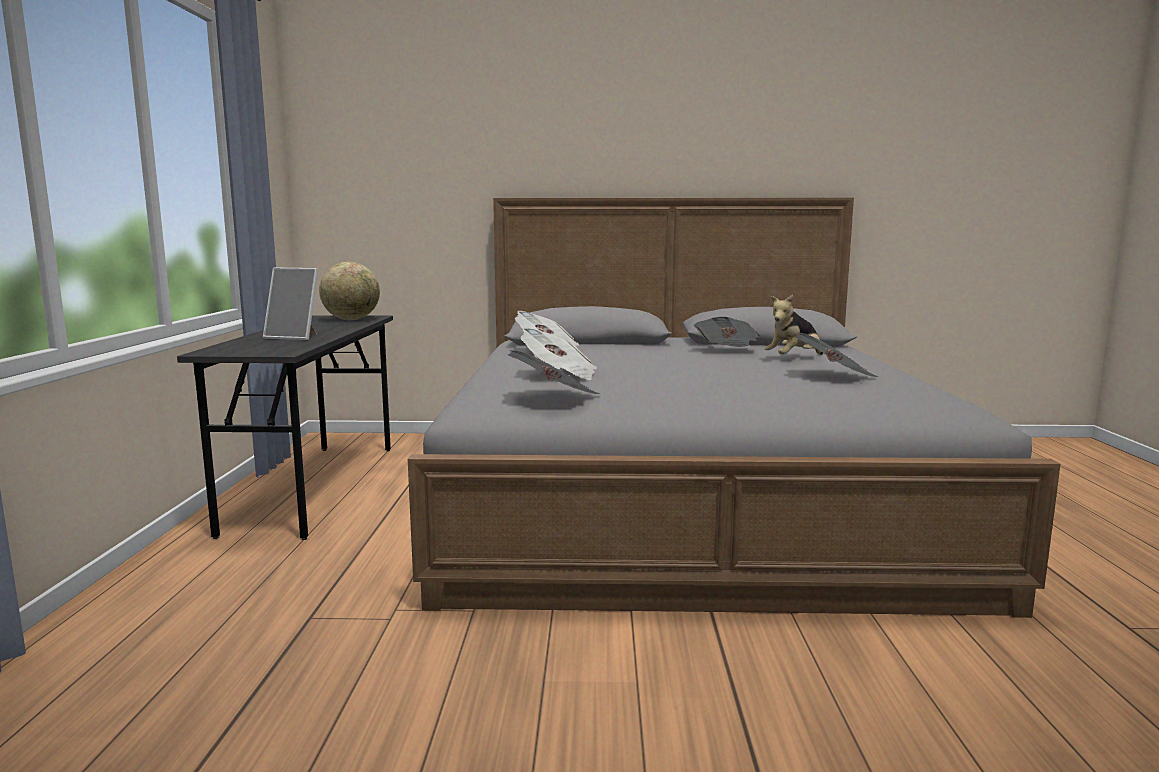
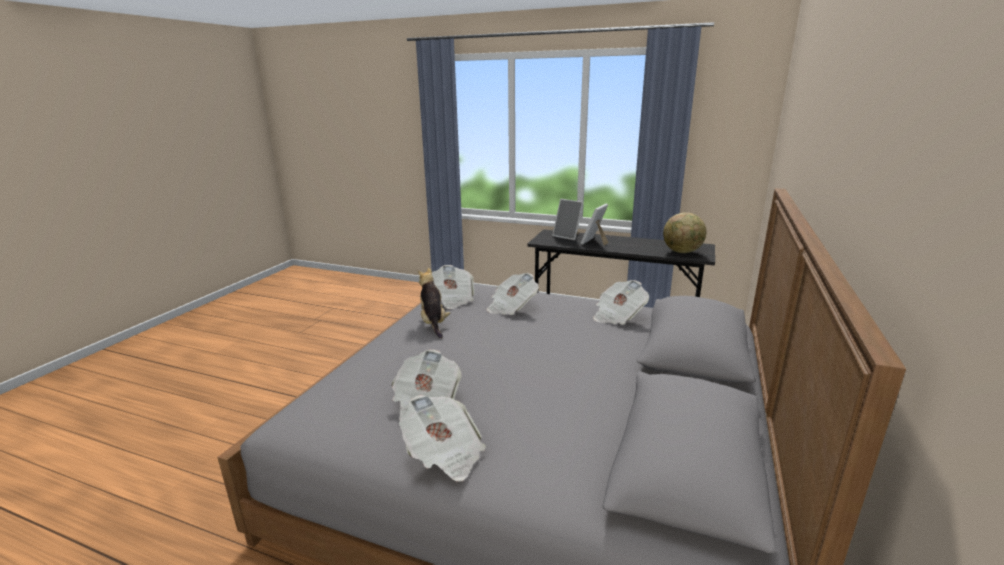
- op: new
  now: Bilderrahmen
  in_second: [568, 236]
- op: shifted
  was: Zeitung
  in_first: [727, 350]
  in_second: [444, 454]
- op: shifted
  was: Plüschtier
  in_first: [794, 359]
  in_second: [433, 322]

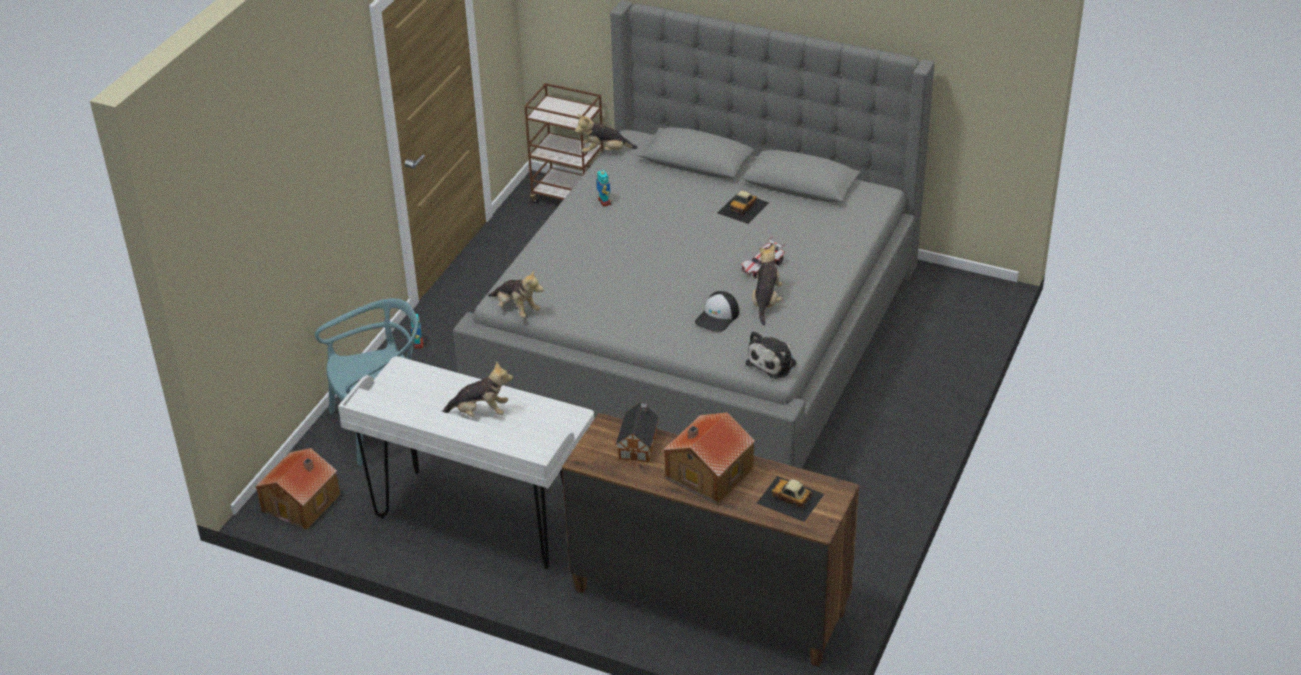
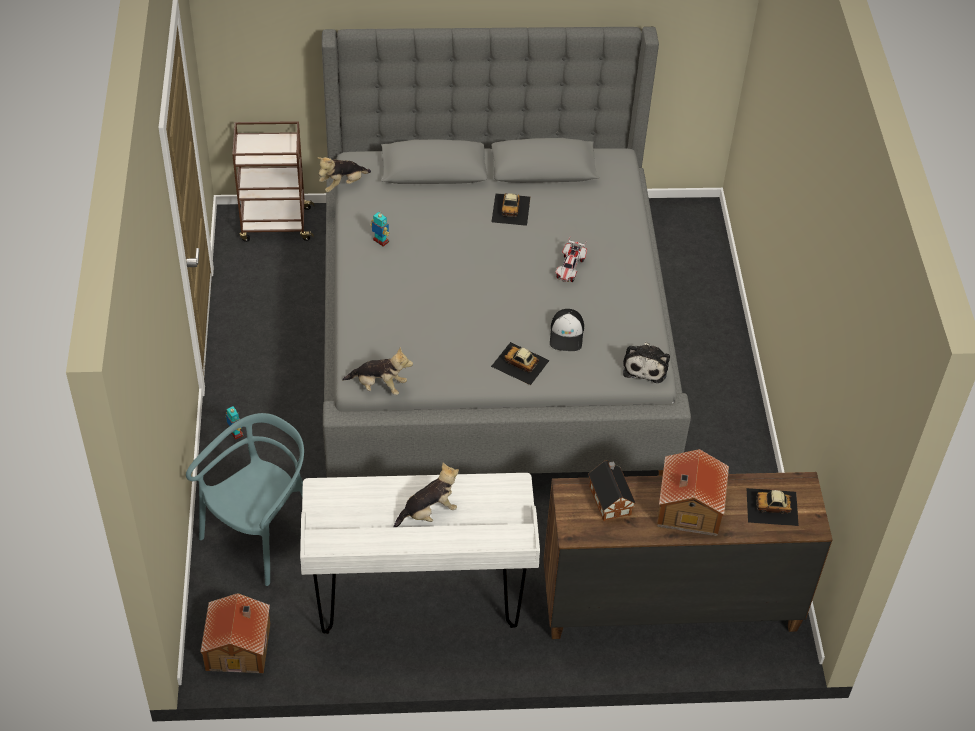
- op: gone
  was: Plüschtier
  in_first: [766, 302]
- op: new
  now: Spielzeugauto
  in_second: [520, 363]

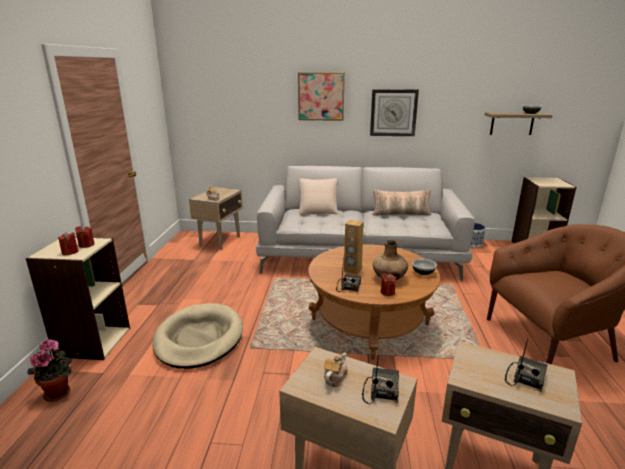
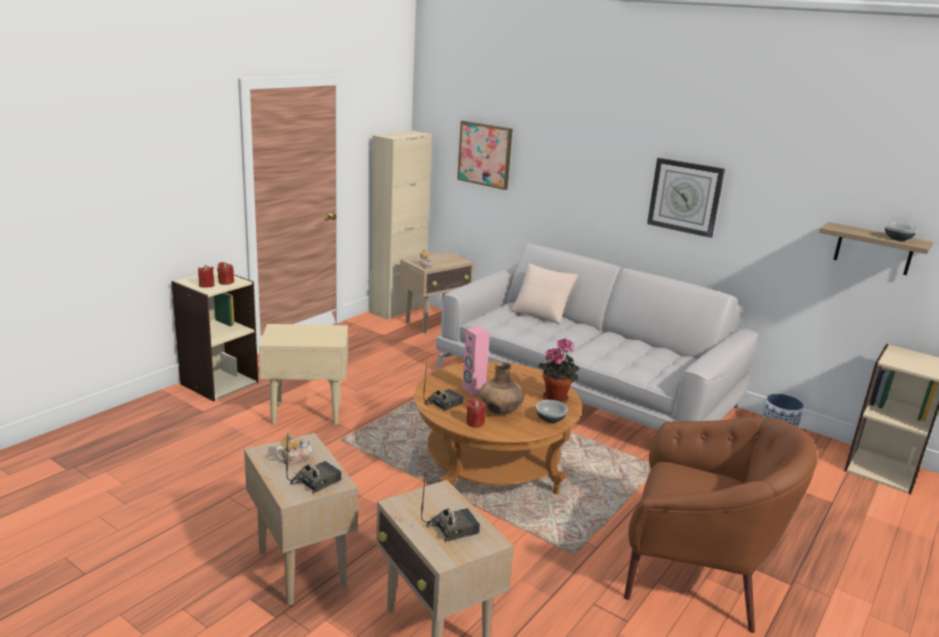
- op: gone
  was: Kissen
  in_first: [400, 214]
- op: new
  now: Schrank [beige]
  in_second: [397, 309]
- op: shifted
  was: Topfpflanze
  in_first: [59, 392]
  in_second: [556, 398]
- op: shifted
  was: Bild
  in_first: [321, 96]
  in_second: [485, 154]
- op: swapped
  was: Hundebett [beige]
  now: Beistelltisch [beige]
  in_first: [199, 338]
  in_second: [305, 414]
- op: repainted
  was: Lautsprecher [braun]
  now: Lautsprecher [rosa]
  in_first: [352, 270]
  in_second: [473, 390]

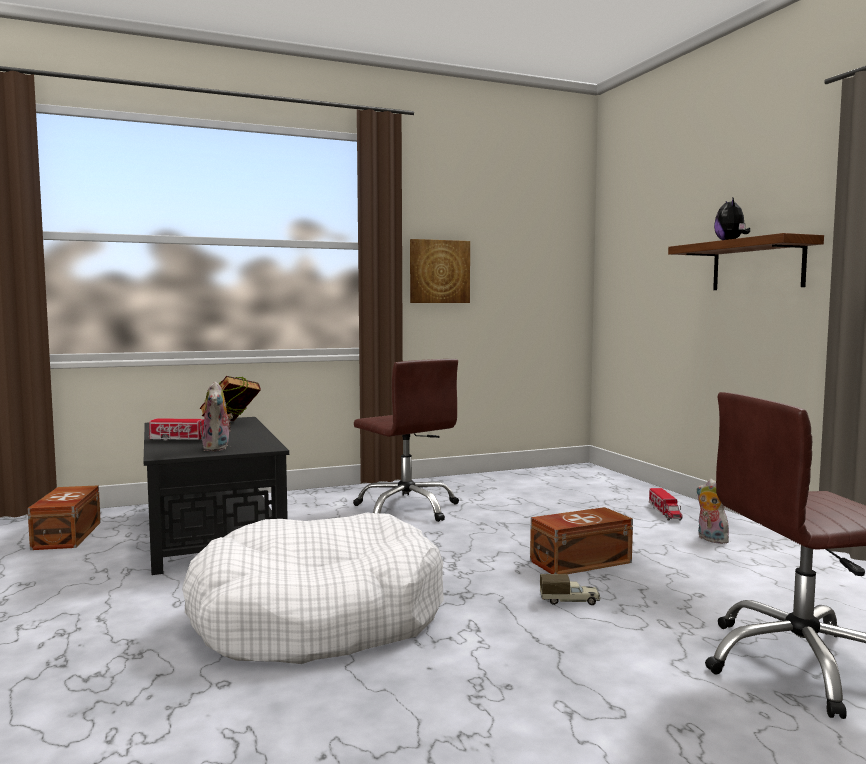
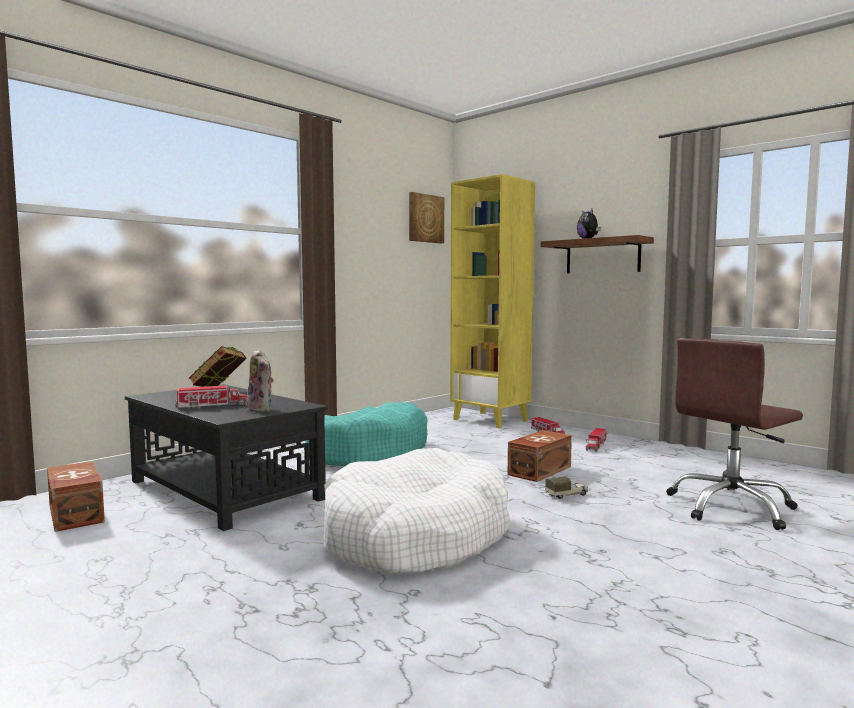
- op: new
  now: Bücherregal [gelb]
  in_second: [491, 420]
- op: shifted
  was: Bild
  in_first: [439, 271]
  in_second: [425, 218]
- op: swapped
  was: Bürostuhl [braun]
  now: Hundebett [türkis]
  in_first: [407, 508]
  in_second: [368, 452]
- op: swapped
  was: Plüschtier
  now: Spielzeuglaster
  in_first: [710, 539]
  in_second: [596, 446]

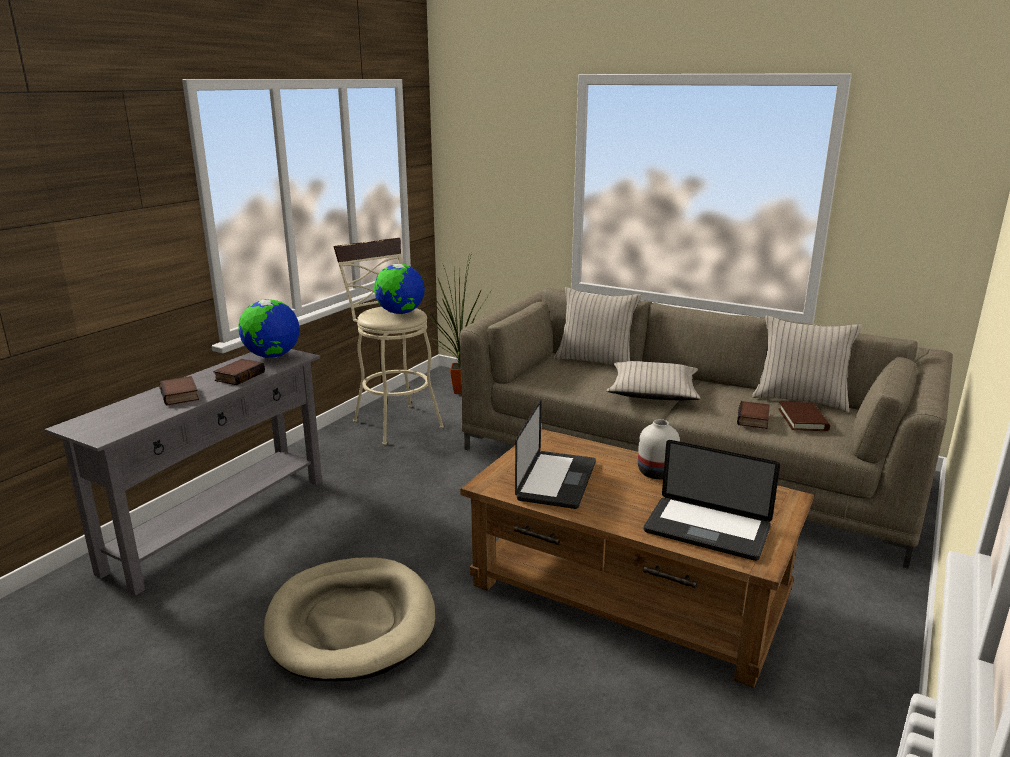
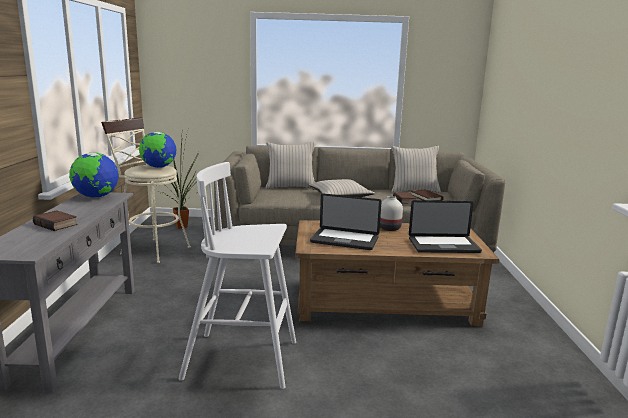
- op: gone
  was: Buch
  in_first: [239, 376]
- op: swapped
  was: Hundebett [beige]
  now: Hocker [weiß]
  in_first: [351, 623]
  in_second: [244, 360]
- op: rotated
  was: Laptop
  in_first: [556, 481]
  in_second: [344, 240]
  clockwise: 120

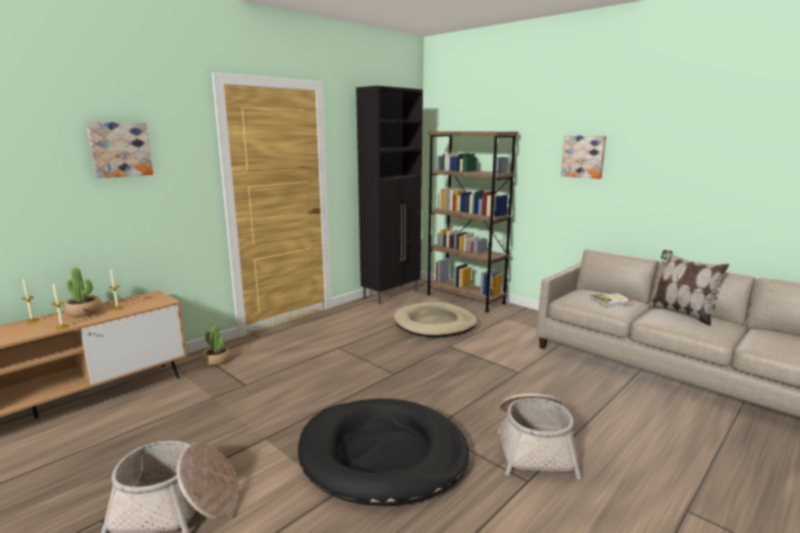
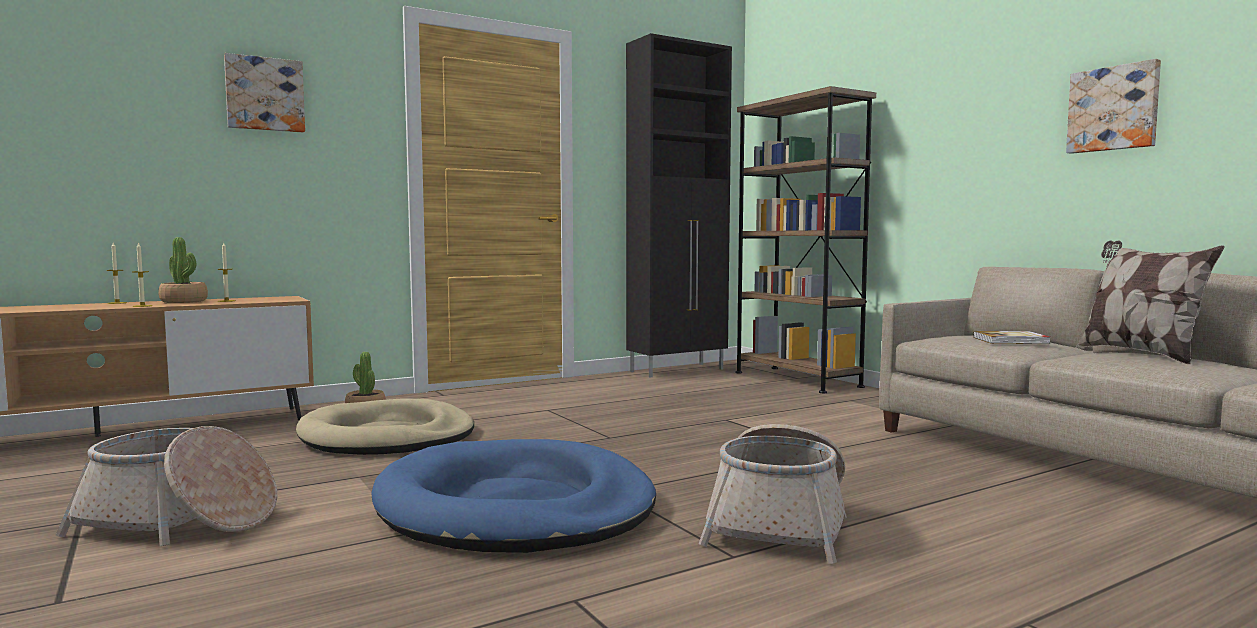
- op: shifted
  was: Hundebett [beige]
  in_first: [435, 324]
  in_second: [387, 436]
- op: shifted
  was: Bild
  in_first: [583, 156]
  in_second: [1114, 109]
- op: repainted
  was: Hundebett [schwarz]
  now: Hundebett [blau]
  in_first: [383, 455]
  in_second: [515, 507]

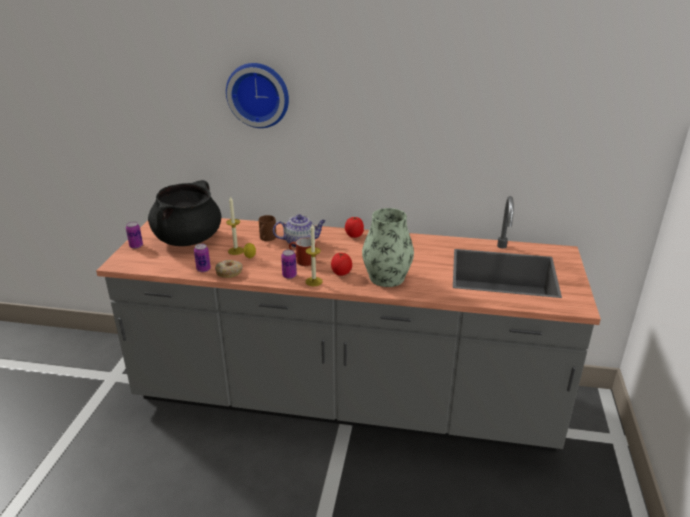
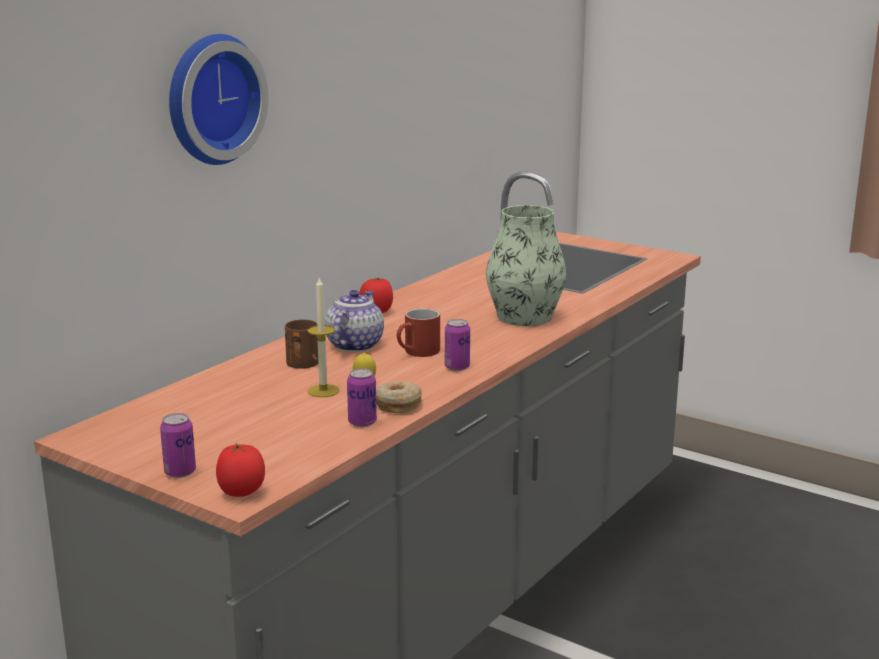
- op: gone
  was: Kochtopf [schwarz]
  in_first: [188, 239]
- op: gone
  was: Kerze
  in_first: [314, 281]
- op: shifted
  was: Tomate
  in_first: [341, 274]
  in_second: [242, 493]

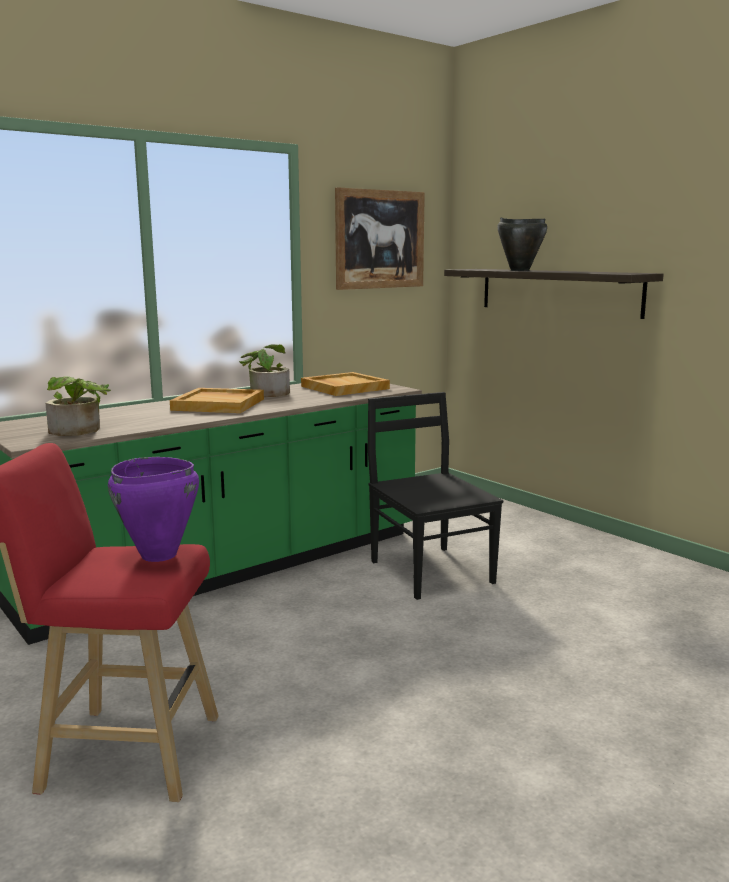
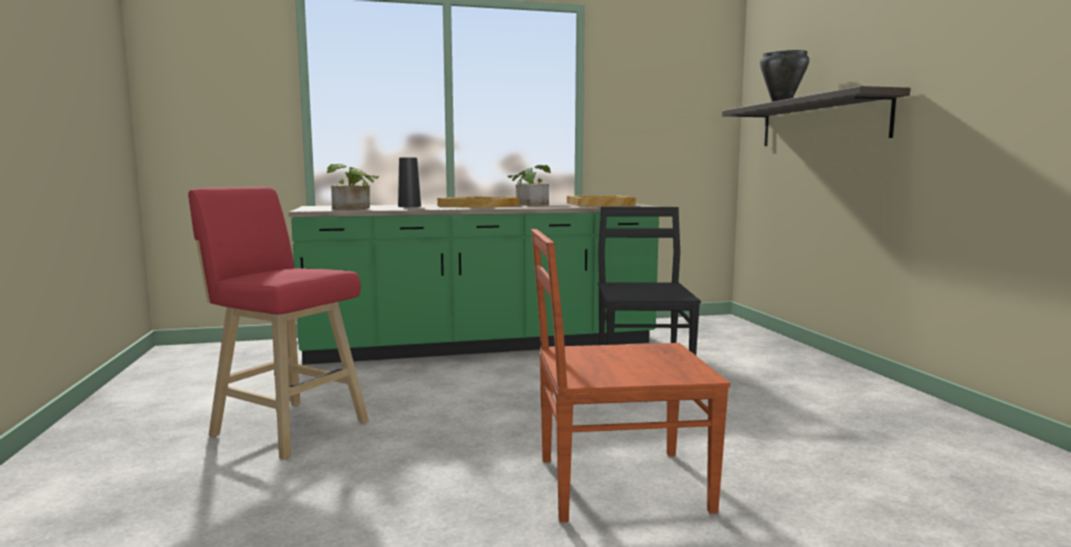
- op: gone
  was: Kochtopf [lila]
  in_first: [158, 555]
- op: gone
  was: Bild
  in_first: [380, 239]
- op: new
  now: Vase [schwarz]
  in_second: [409, 206]
- op: new
  now: Stuhl [braun]
  in_second: [617, 484]

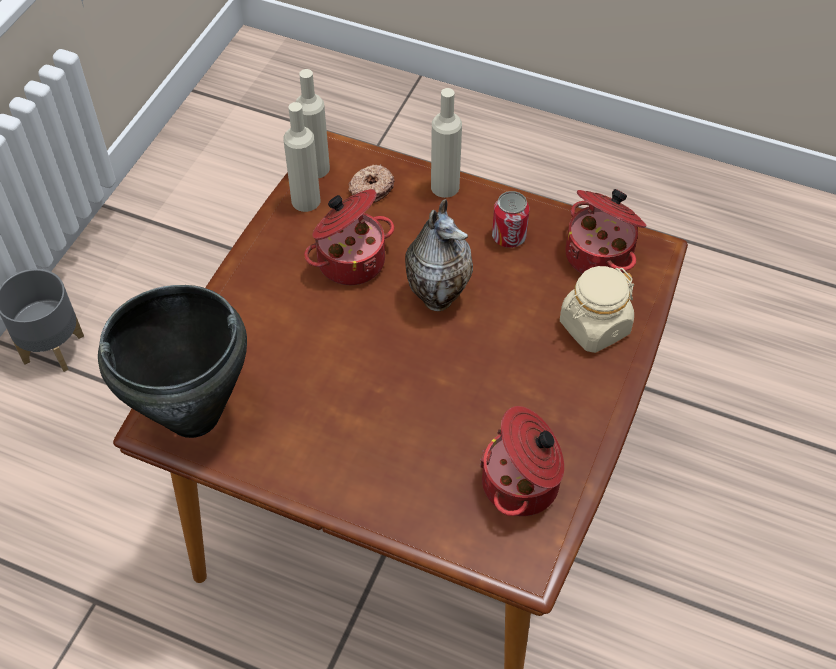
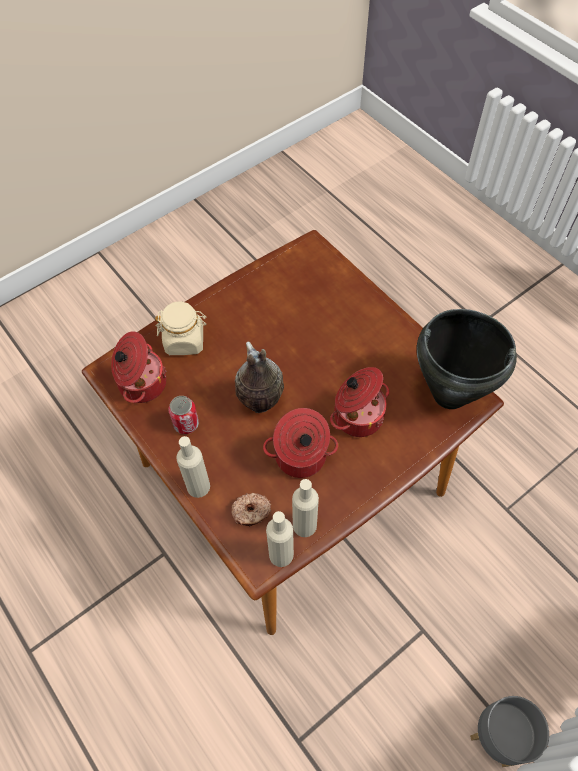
- op: shifted
  was: Kochtopf
  in_first: [522, 485]
  in_second: [357, 415]

